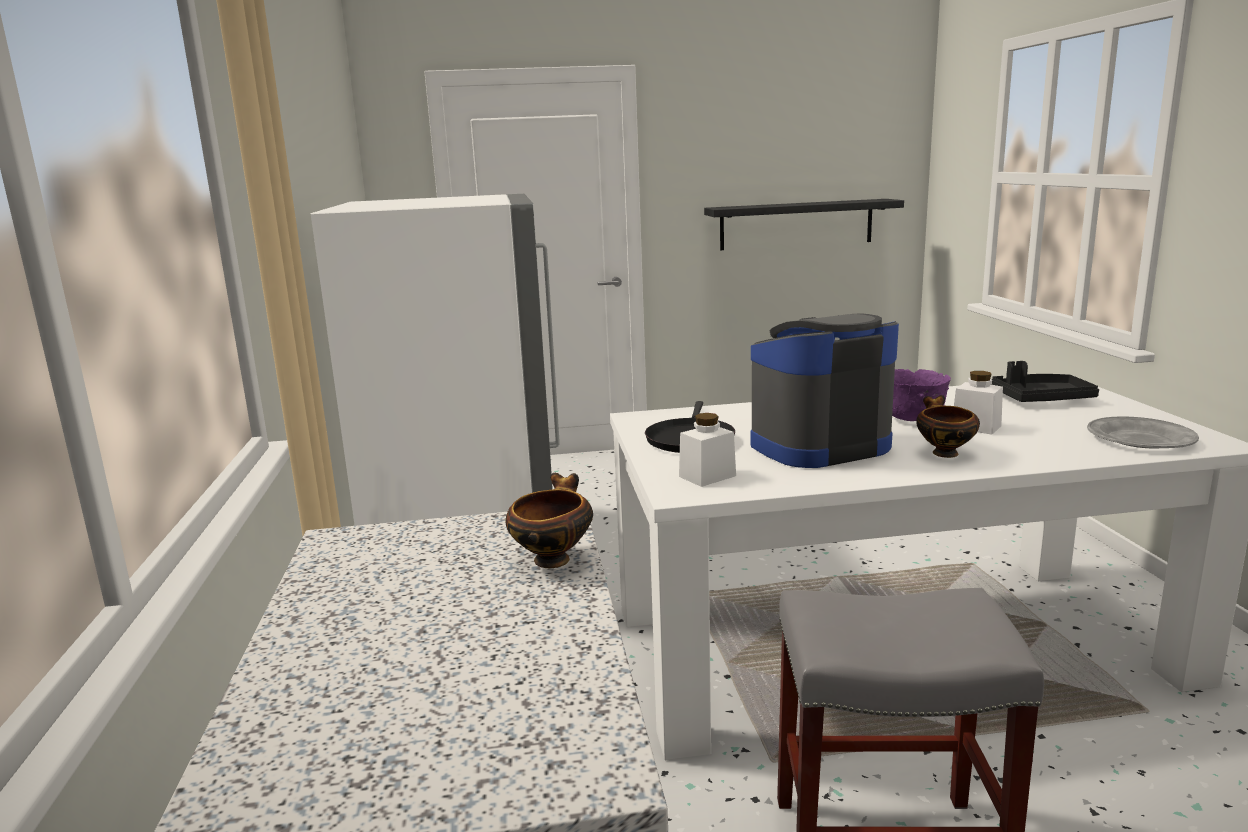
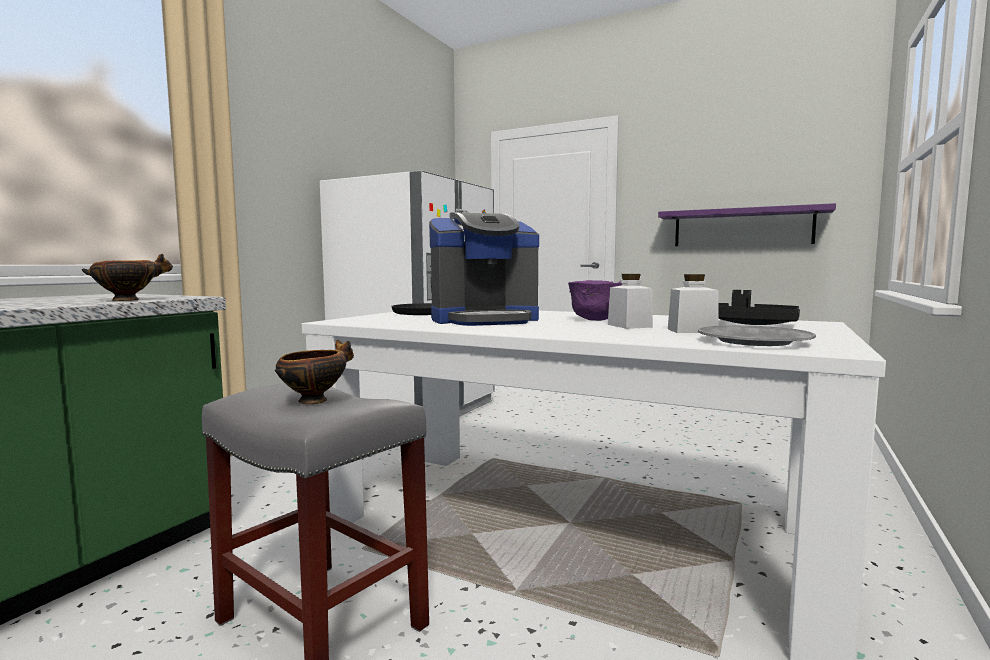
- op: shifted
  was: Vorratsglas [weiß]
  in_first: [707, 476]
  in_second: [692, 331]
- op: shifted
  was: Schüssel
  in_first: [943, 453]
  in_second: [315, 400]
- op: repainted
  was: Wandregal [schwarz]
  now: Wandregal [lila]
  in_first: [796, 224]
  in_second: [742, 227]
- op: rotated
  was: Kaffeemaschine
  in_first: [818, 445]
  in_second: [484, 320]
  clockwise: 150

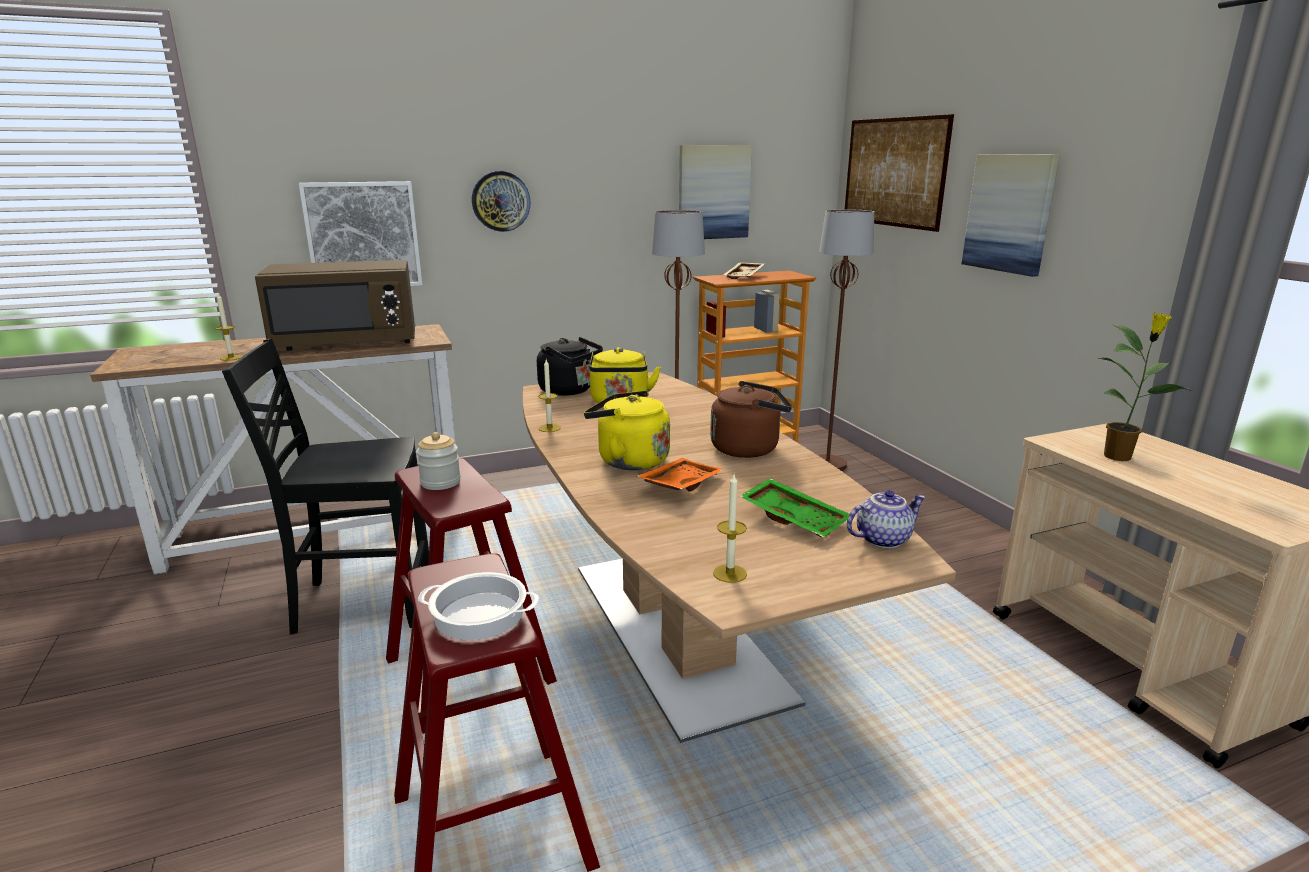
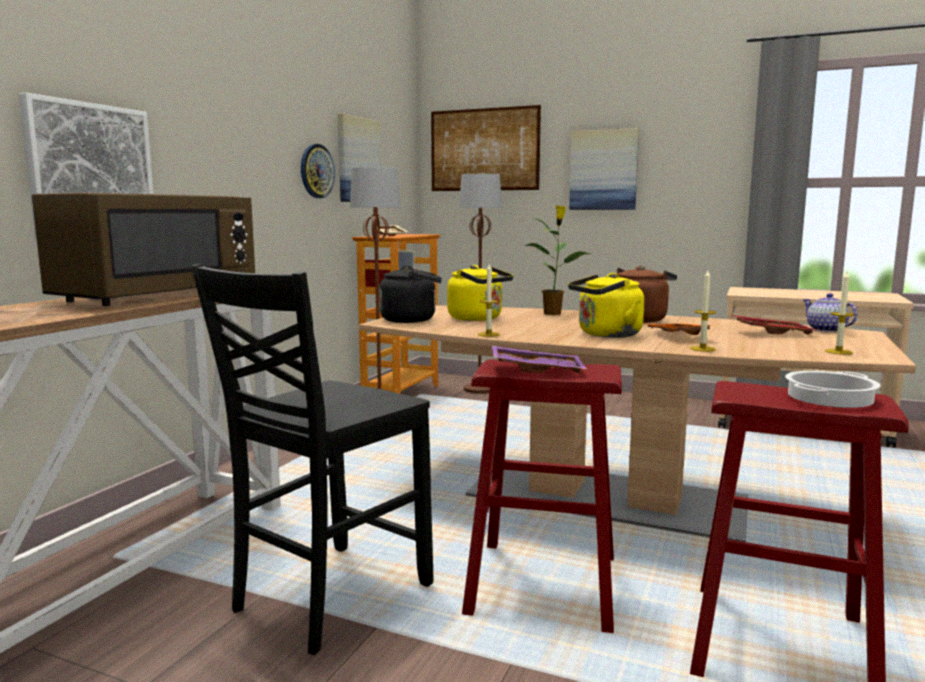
- op: shifted
  was: Kerze
  in_first: [231, 358]
  in_second: [702, 349]
- op: shifted
  was: Wanduhr
  in_first: [500, 201]
  in_second: [316, 171]
- op: shifted
  was: Topfpflanze
  in_first: [1119, 457]
  in_second: [553, 313]
- op: swapped
  was: Vorratsglas
  now: Tablett [lila]
  in_first: [440, 482]
  in_second: [537, 370]
- op: repainted
  was: Tablett [grün]
  now: Tablett [rot]
  in_first: [795, 518]
  in_second: [772, 333]
- op: rotated
  was: Teekanne
  in_first: [882, 539]
  in_second: [825, 330]
  clockwise: -45

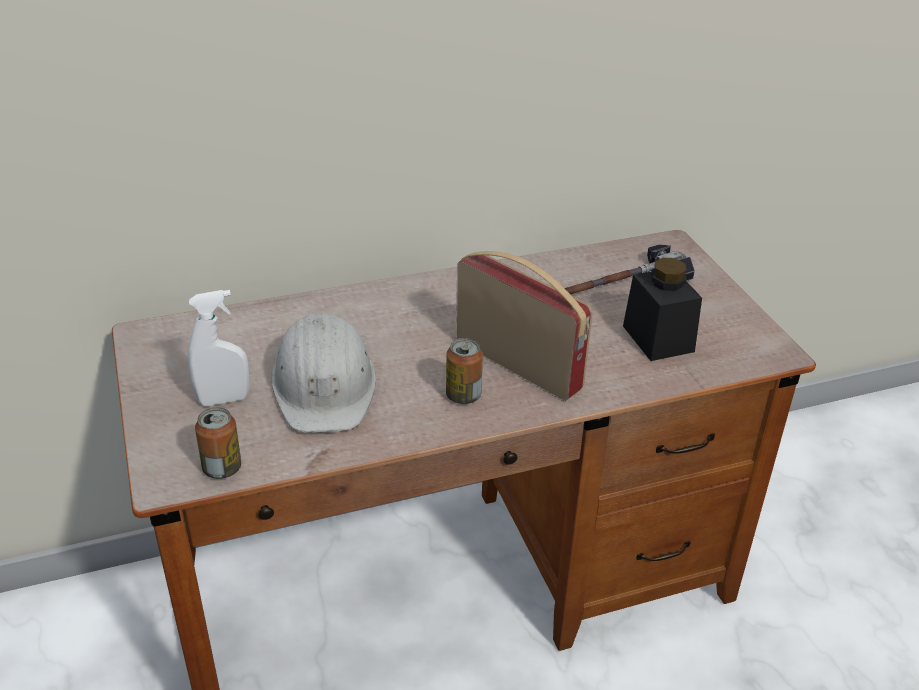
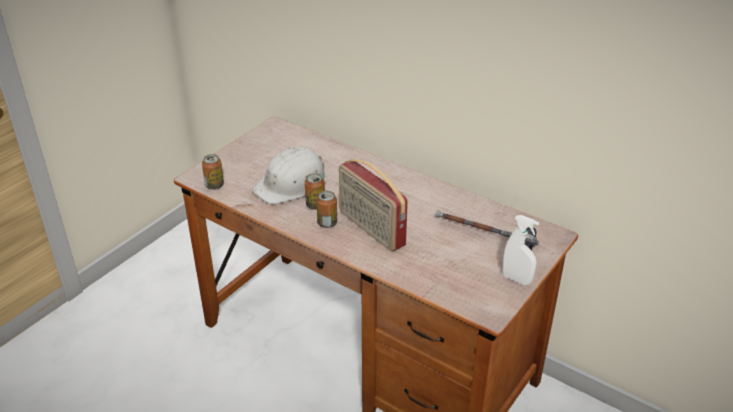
- op: gone
  was: Vorratsglas [schwarz]
  in_first: [658, 338]
- op: new
  now: Dose
  in_second: [315, 205]
- op: shifted
  was: Sprühflasche [weiß]
  in_first: [223, 400]
  in_second: [516, 279]
- op: rotated
  was: Radio
  in_first: [519, 364]
  in_second: [370, 229]
  clockwise: 135

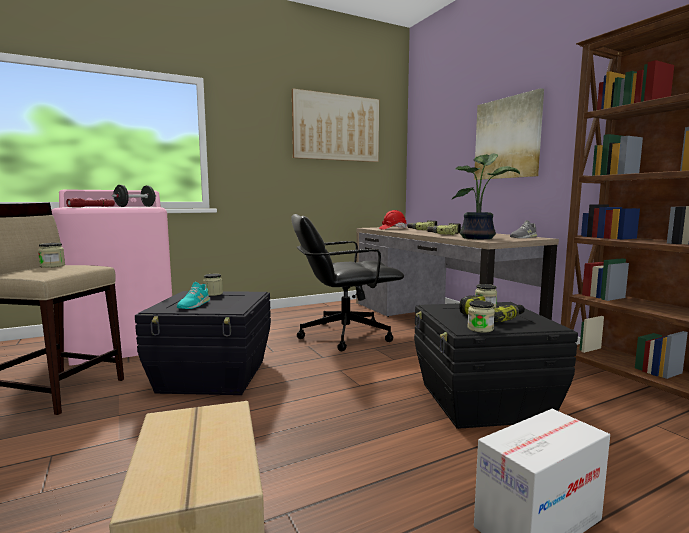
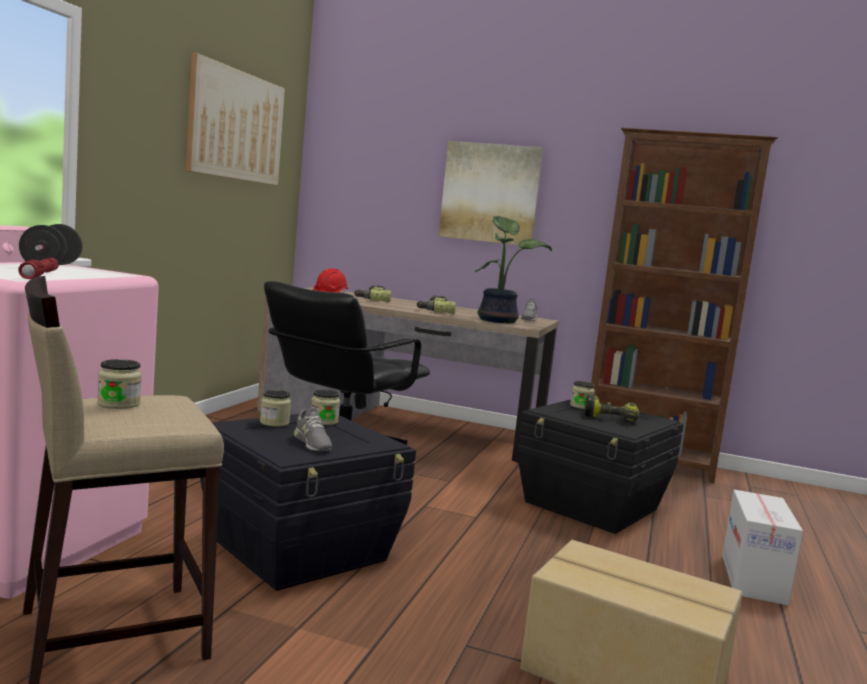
- op: shifted
  was: Vorratsglas
  in_first: [480, 329]
  in_second: [324, 421]
- op: repainted
  was: Schuh [türkis]
  now: Schuh [grau]
  in_first: [194, 305]
  in_second: [312, 443]

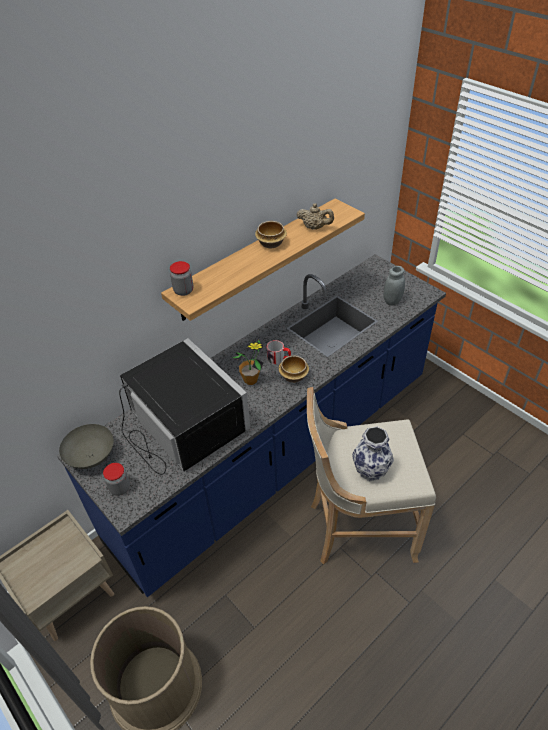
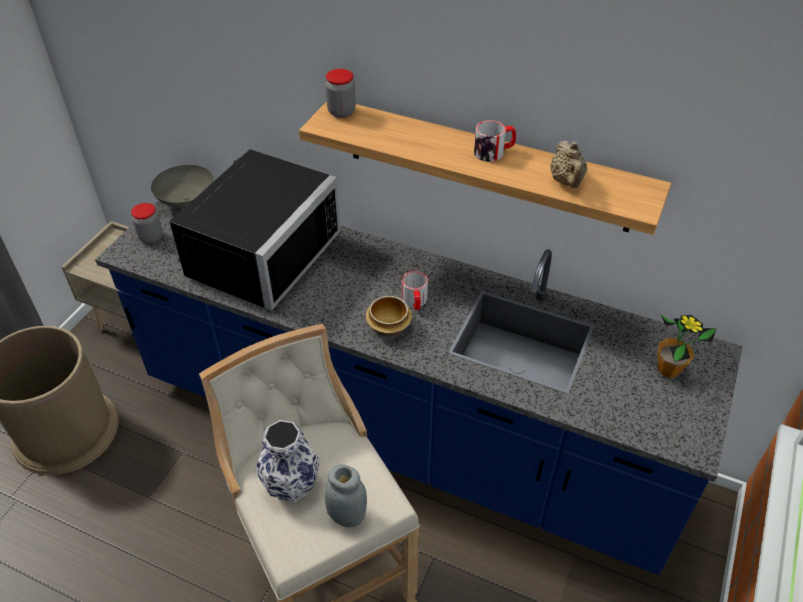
- op: shifted
  was: Topfpflanze
  in_first: [251, 380]
  in_second: [668, 369]
- op: shifted
  was: Vorratsglas [grau]
  in_first: [392, 301]
  in_second: [347, 516]
- op: swapped
  was: Schüssel
  now: Henkelbecher
  in_first: [271, 243]
  in_second: [494, 152]

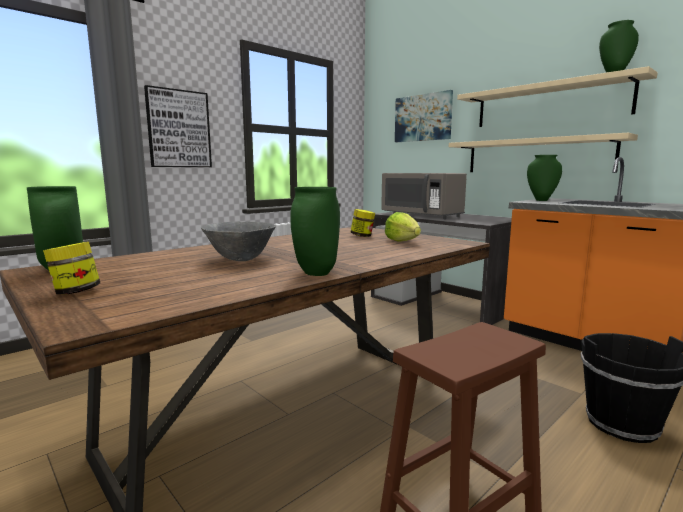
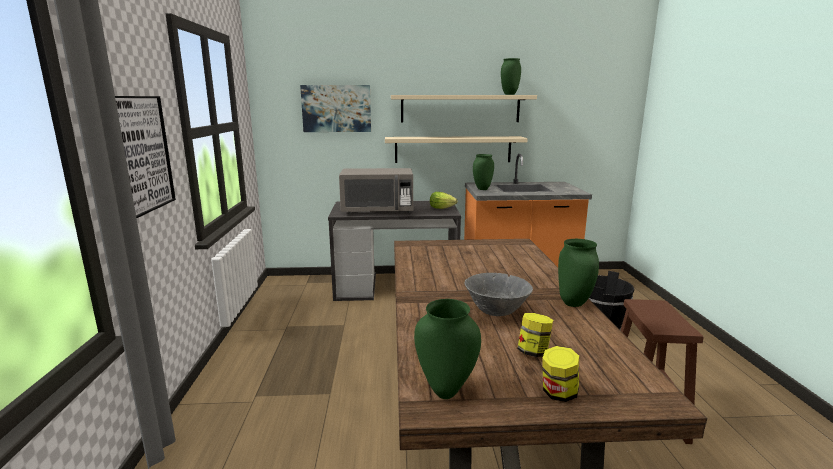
- op: shifted
  was: Vorratsglas
  in_first: [362, 236]
  in_second: [533, 352]
- op: shifted
  was: Salatkopf
  in_first: [402, 241]
  in_second: [441, 208]

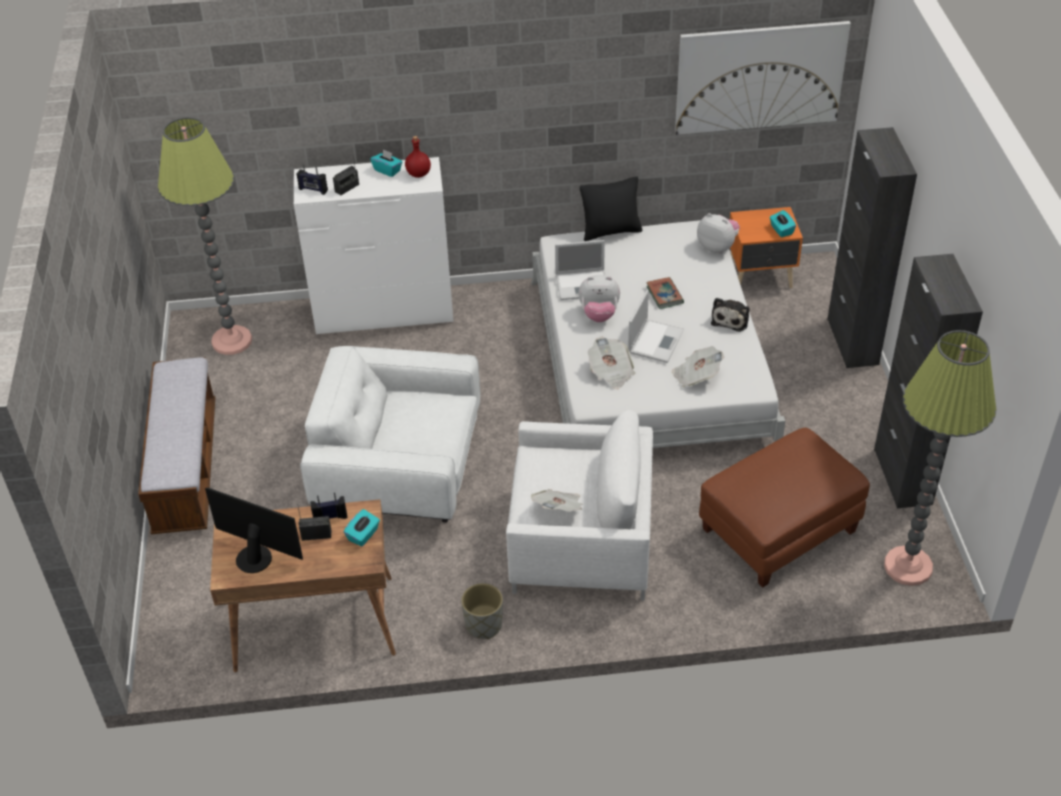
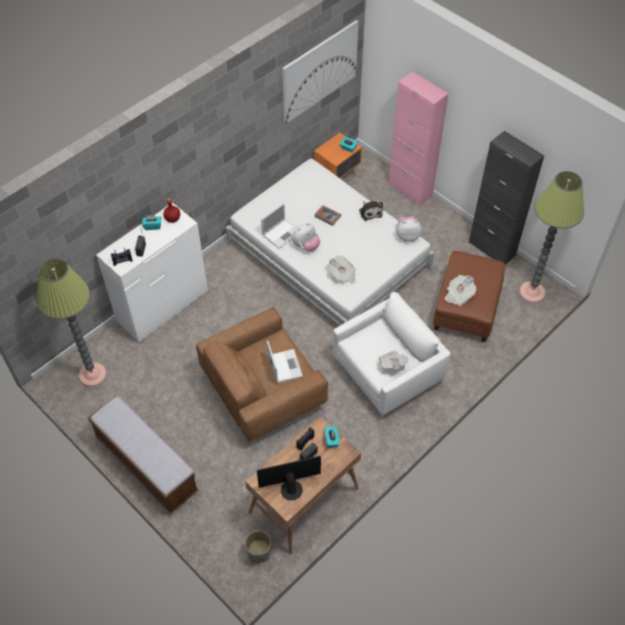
- op: gone
  was: Kissen [schwarz]
  in_first: [611, 231]
- op: shifted
  was: Pflanzkübel [grau]
  in_first: [483, 625]
  in_second: [259, 552]
- op: shifted
  was: Laptop
  in_first: [656, 340]
  in_second: [284, 365]
- op: shifted
  was: Zeitung
  in_first: [696, 376]
  in_second: [458, 295]
- op: shifted
  was: Plüschtier
  in_first: [717, 247]
  in_second: [407, 235]
- op: repainted
  was: Sessel [weiß]
  now: Sessel [braun]
  in_first: [399, 470]
  in_second: [263, 391]
- op: repainted
  was: Schrank [schwarz]
  now: Schrank [rosa]
  in_first: [852, 341]
  in_second: [410, 190]

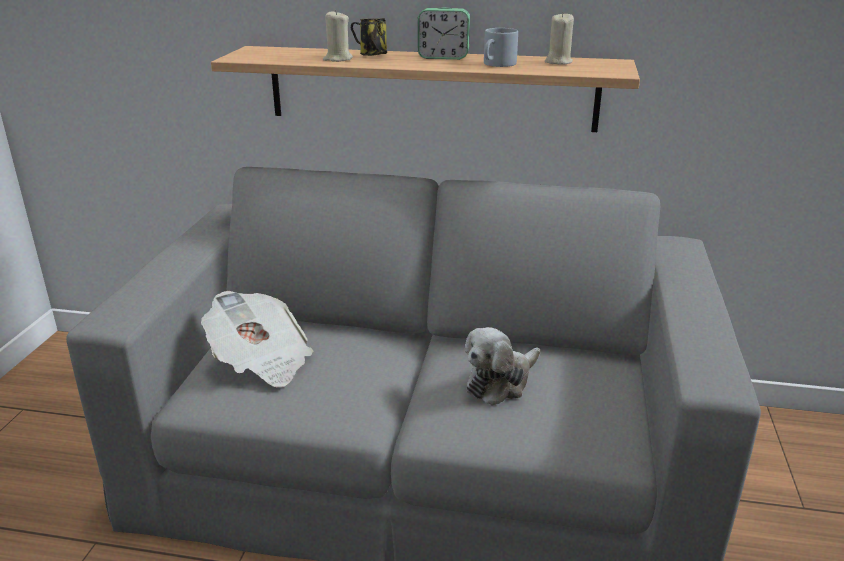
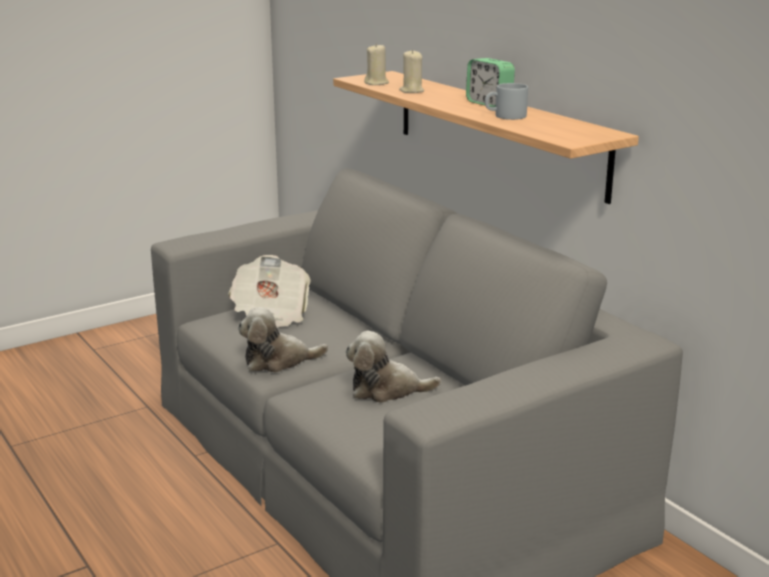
- op: gone
  was: Henkelbecher
  in_first: [371, 55]
- op: new
  now: Plüschtier
  in_second: [278, 361]
- op: shifted
  was: Kerze [beige]
  in_first: [558, 62]
  in_second: [376, 83]

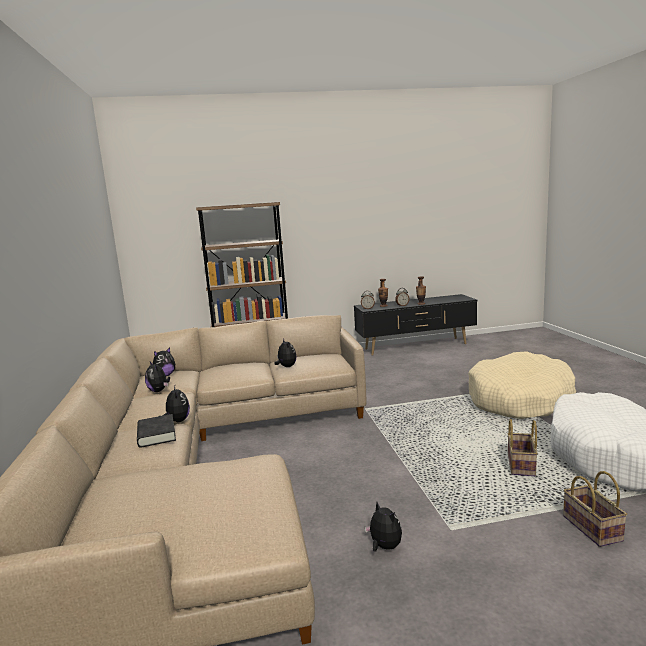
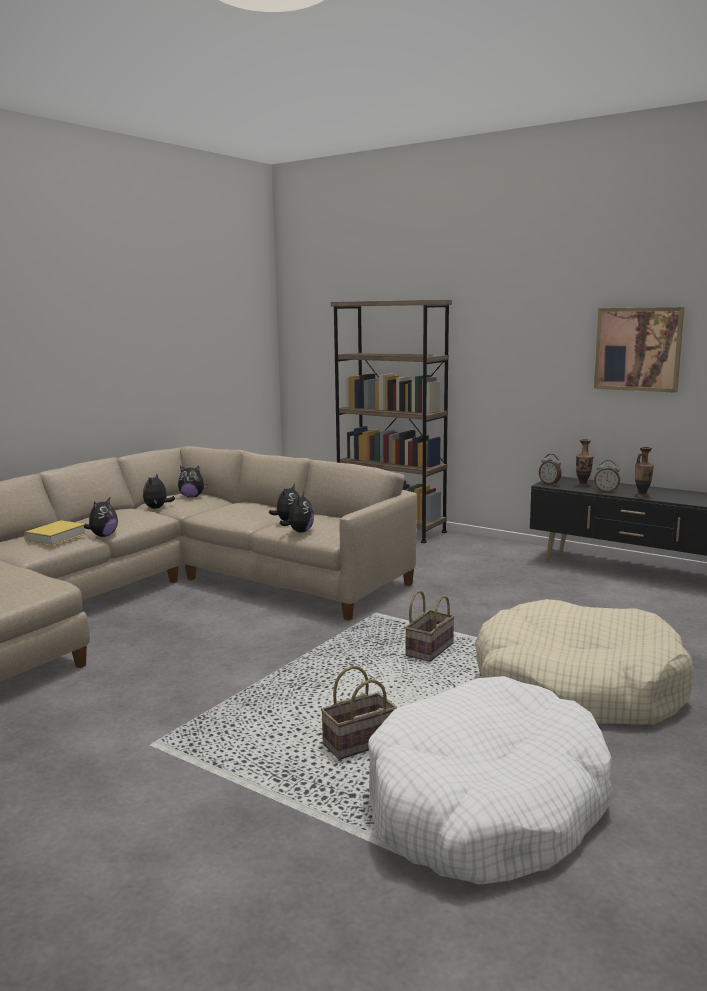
- op: new
  now: Bild
  in_second: [638, 349]
- op: shifted
  was: Plüschtier
  in_first: [384, 547]
  in_second: [299, 531]
- op: shifted
  was: Korb
  in_first: [590, 528]
  in_second: [429, 649]
- op: repainted
  was: Buch [schwarz]
  now: Buch [gelb]
  in_first: [156, 435]
  in_second: [55, 538]

